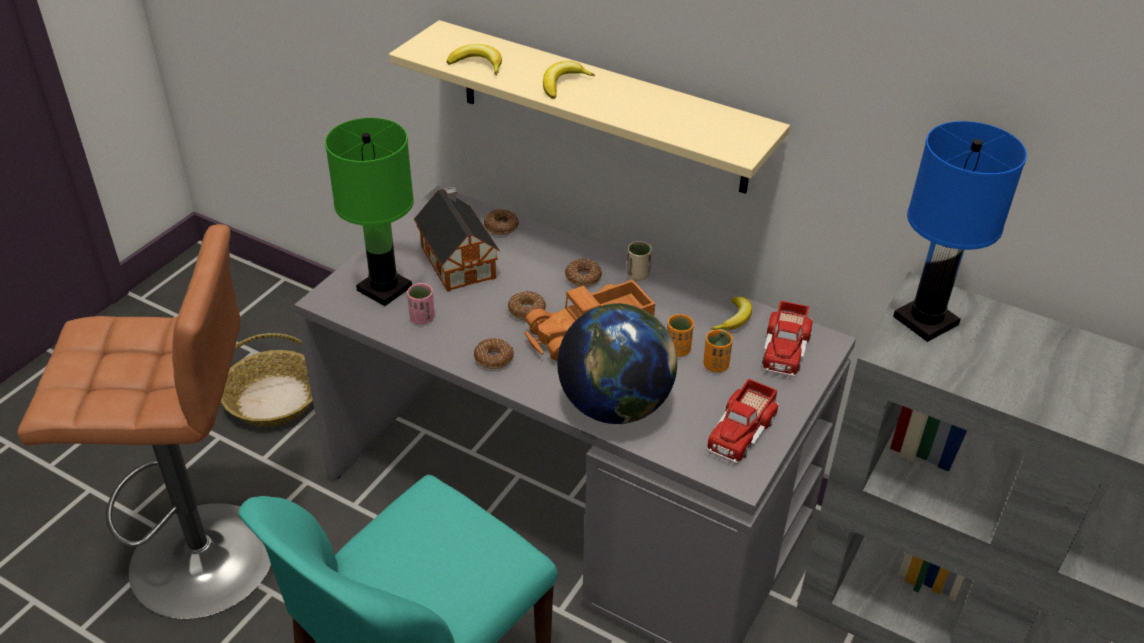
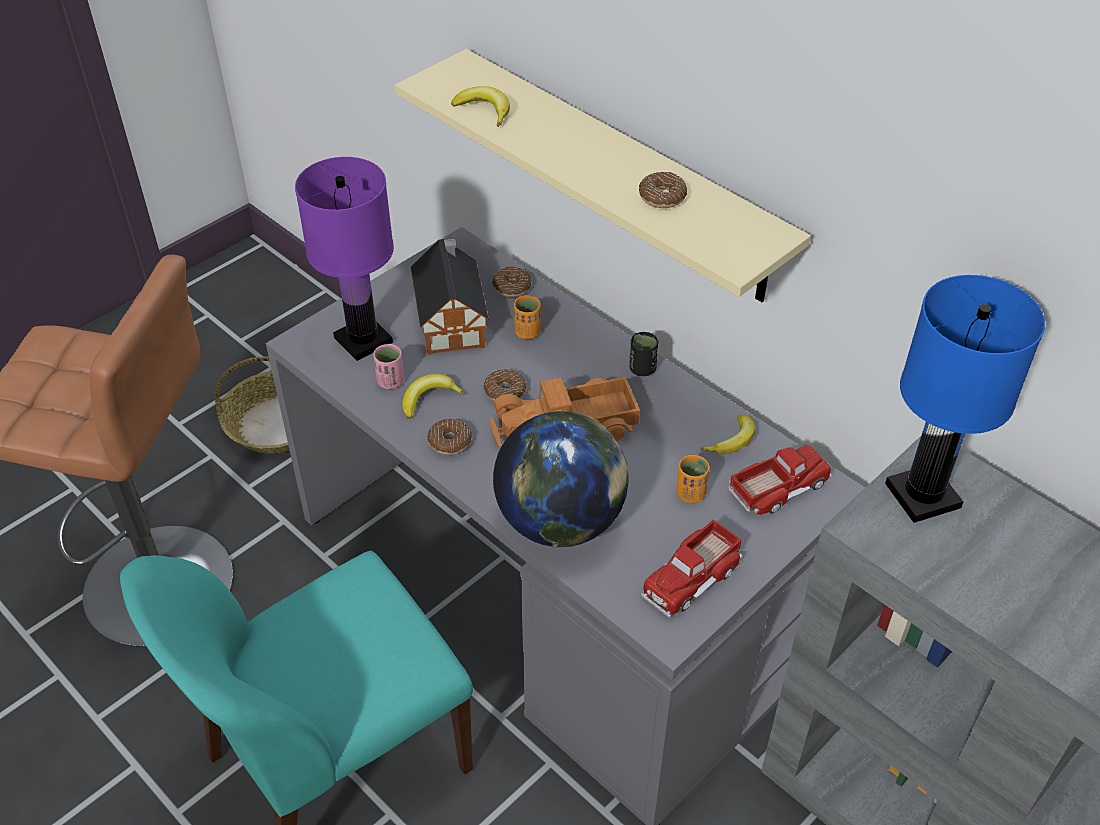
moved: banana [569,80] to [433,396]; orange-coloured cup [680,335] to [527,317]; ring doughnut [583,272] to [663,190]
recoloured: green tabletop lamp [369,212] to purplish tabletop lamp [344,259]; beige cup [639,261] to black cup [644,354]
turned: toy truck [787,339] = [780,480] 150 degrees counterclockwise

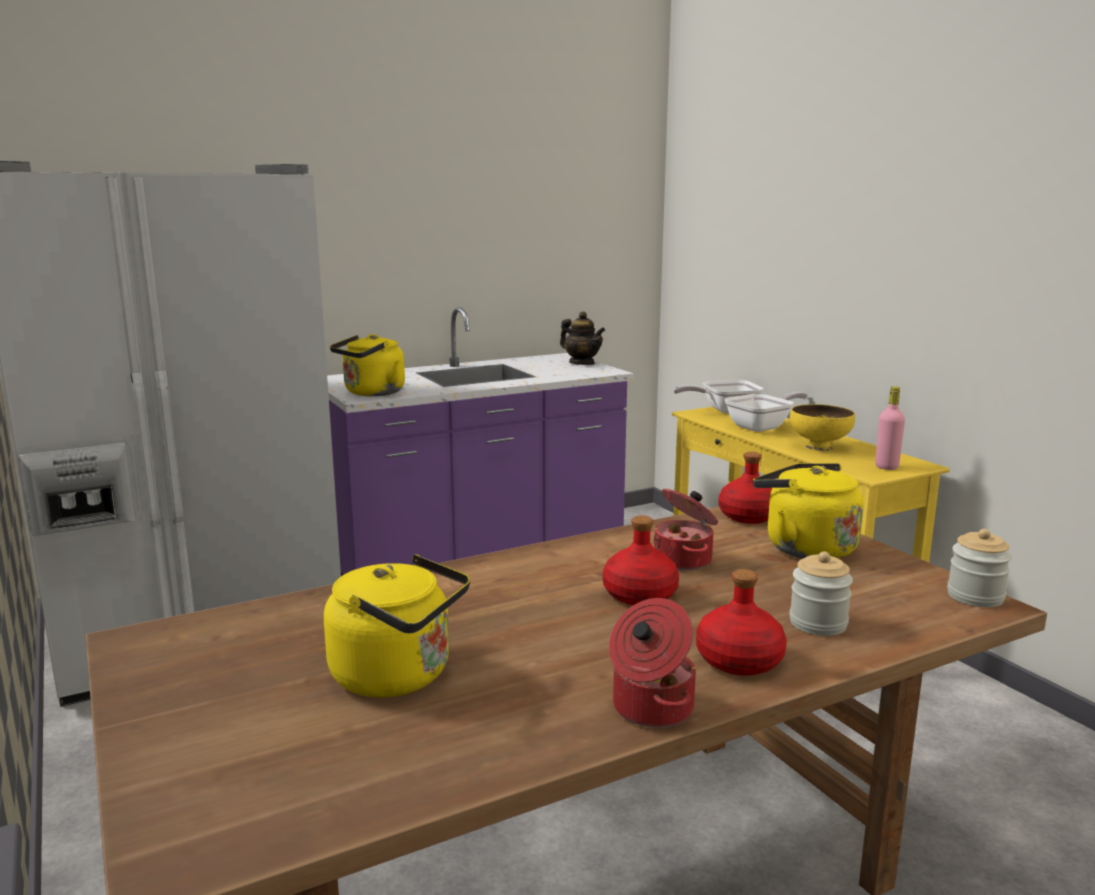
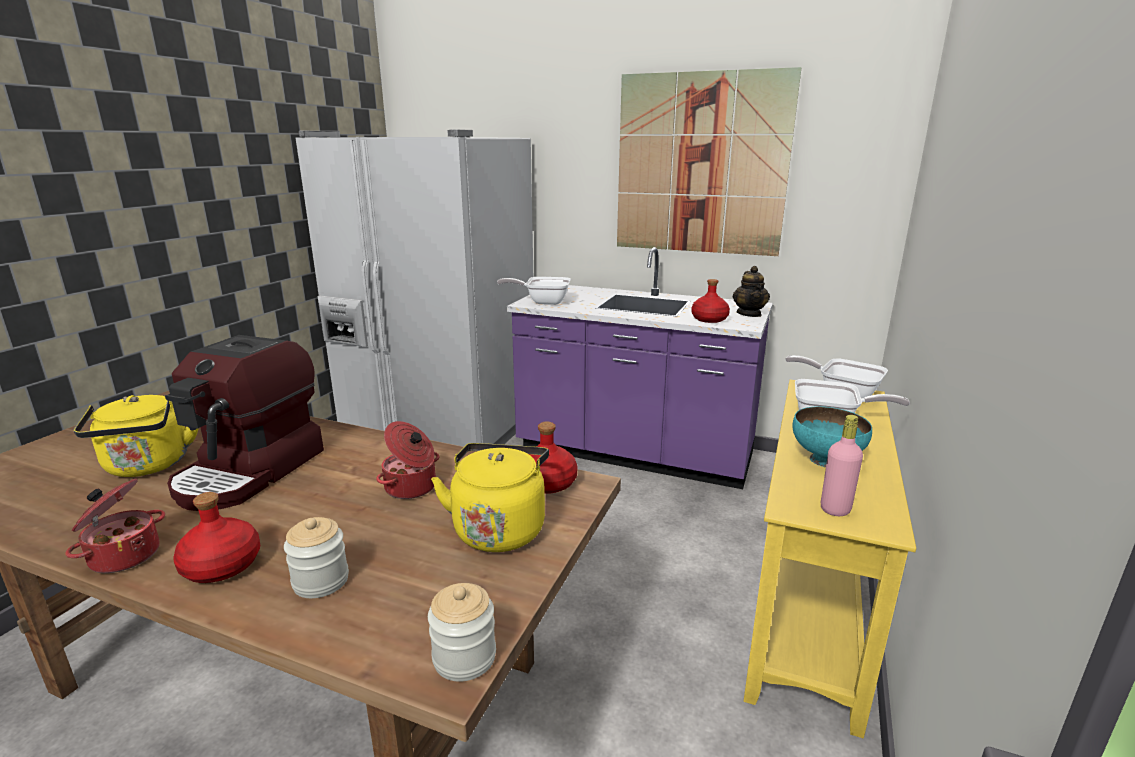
added: coffee machine [244,423]; wall picture [709,161]
moved: red-coloured bottle [641,560] to [710,301]
replaced: yellowish water kettle [367,365] to skillet [534,291]
recoloured: yellowish deep dish [822,427] to turquoise deep dish [832,436]

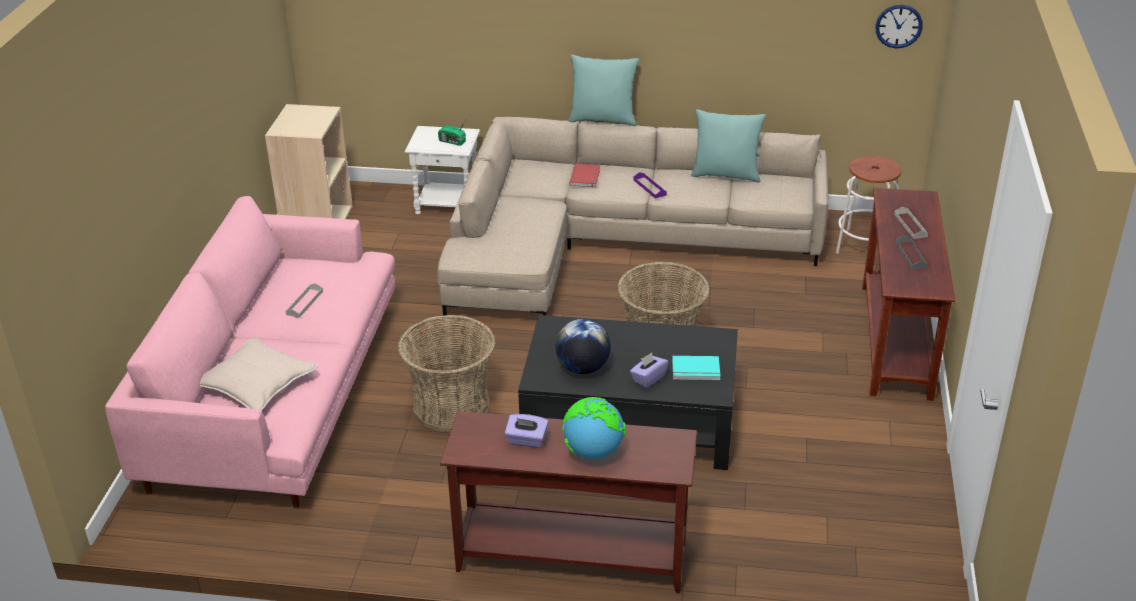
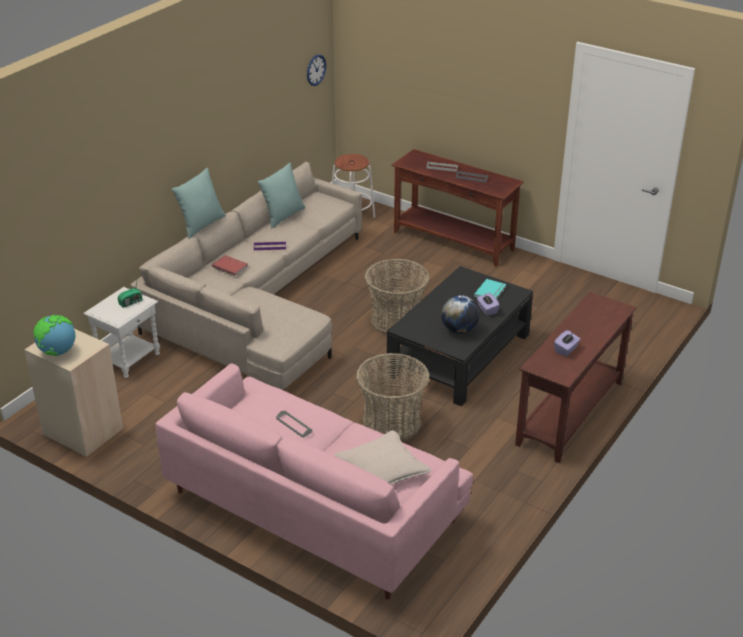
moved: world globe [594,428] to [54,335]

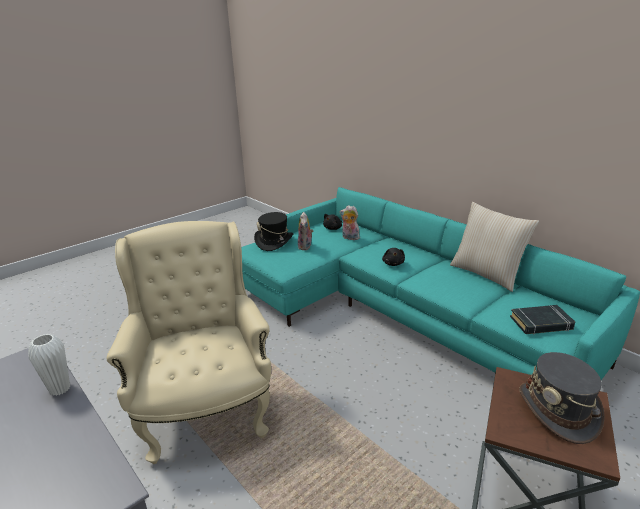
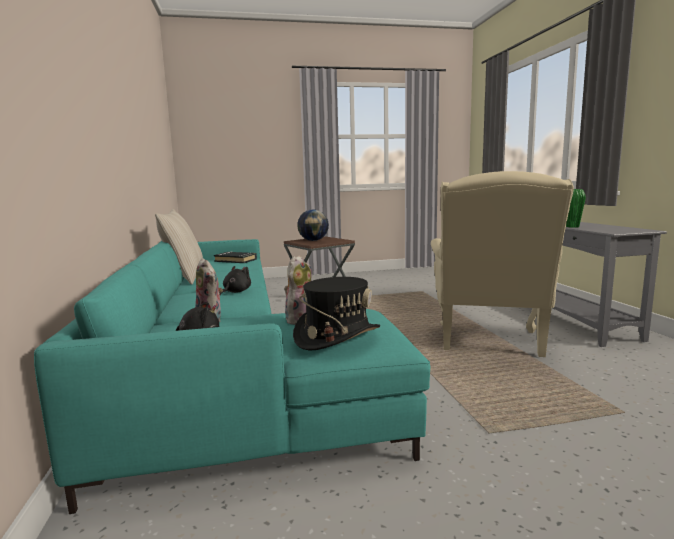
replaced: grey hat [562,398] to world globe [313,225]
recoloured: white-coloured vase [49,365] to green vase [576,208]

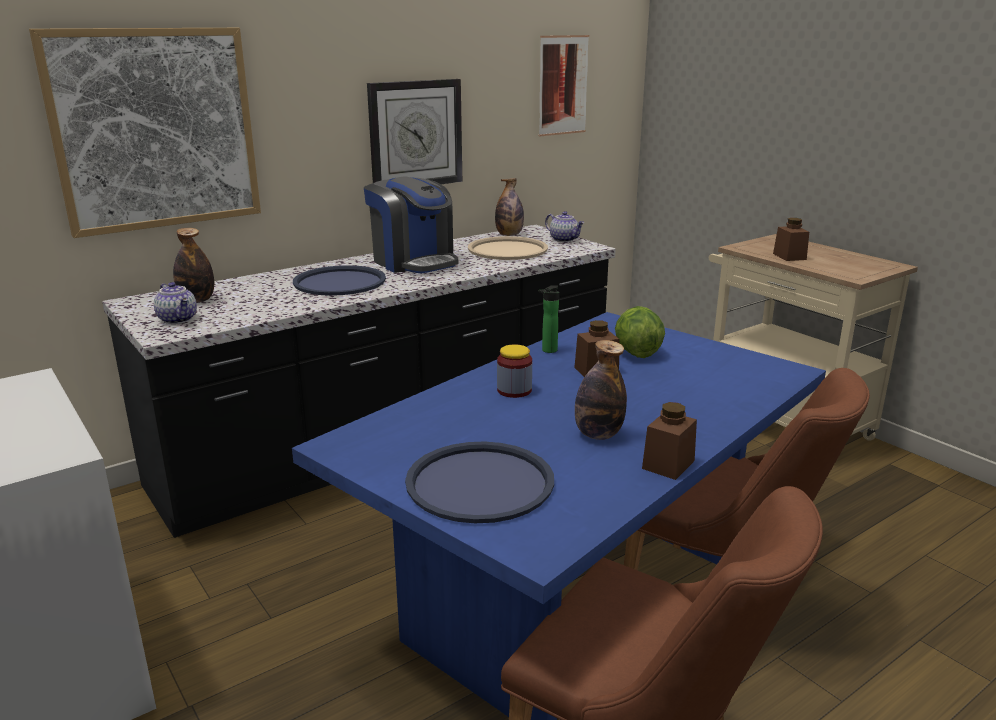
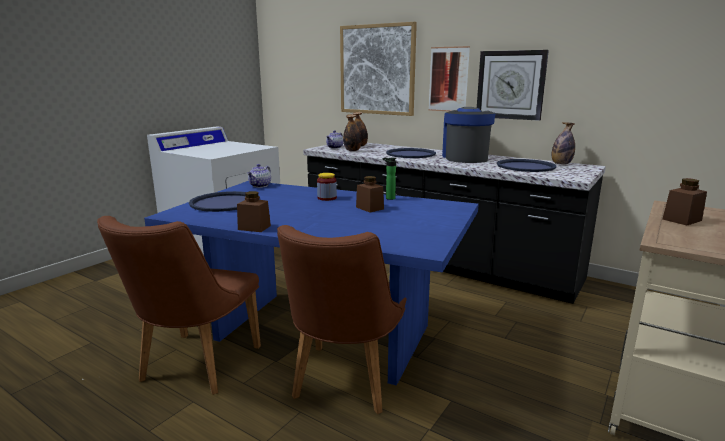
removed: head of lettuce [640,332]
moved: tea pot [565,226] to [259,176]; bottle [601,390] to [352,132]; wall picture [563,85] to [449,78]
recoloured: beige serving tray [508,248] to bluish serving tray [527,165]
turned: coffee machine [411,225] = [469,135] 150 degrees clockwise

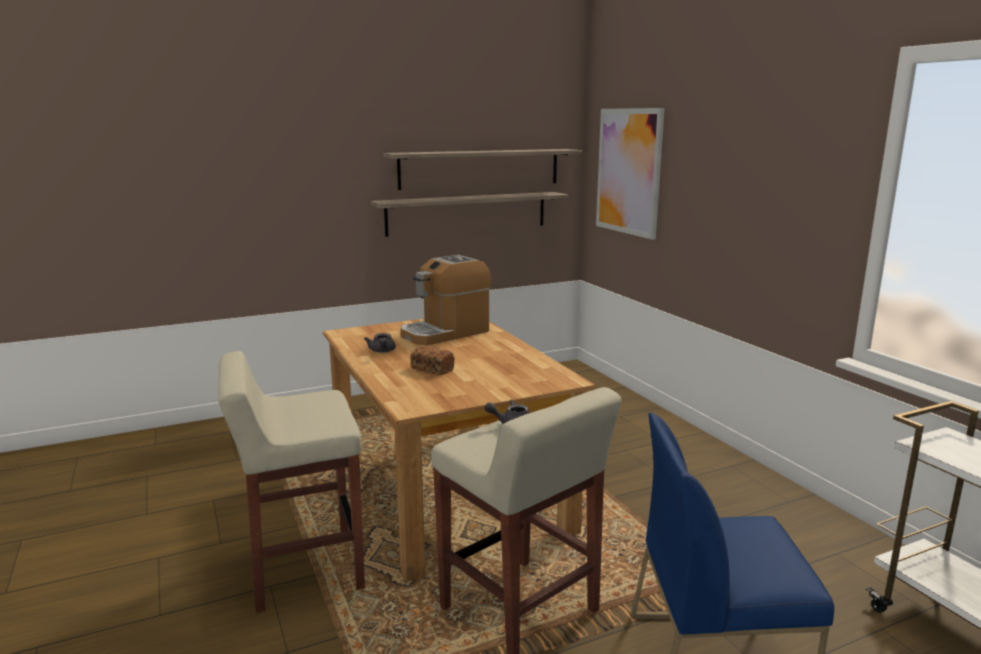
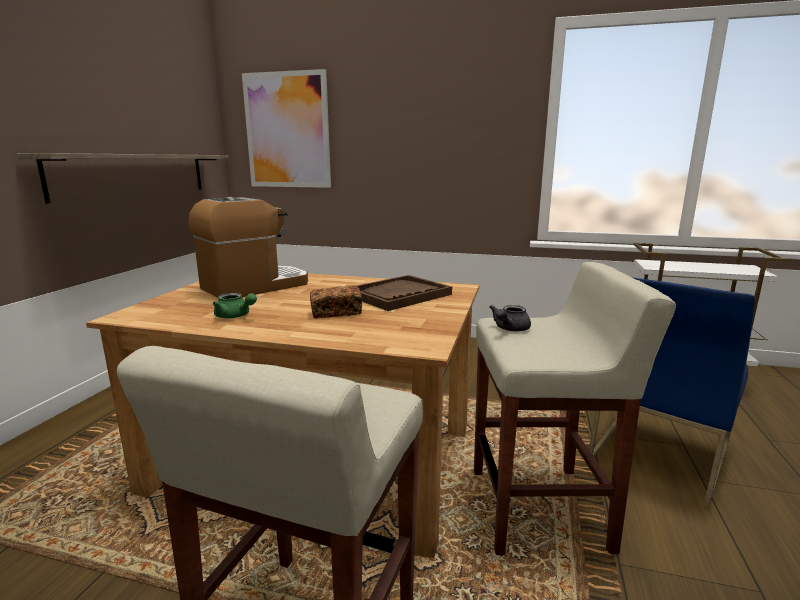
removed: wall shelf [482,169]
added: brown serving tray [404,293]
recoloured: grey tea pot [380,343] to green tea pot [235,306]
turned: coffee machine [445,300] = [248,247] 135 degrees counterclockwise

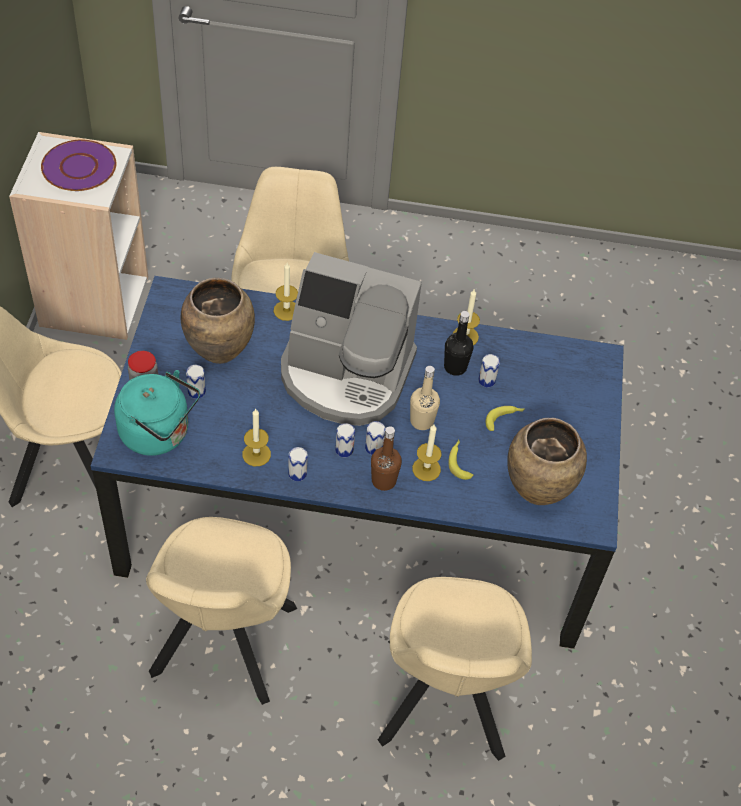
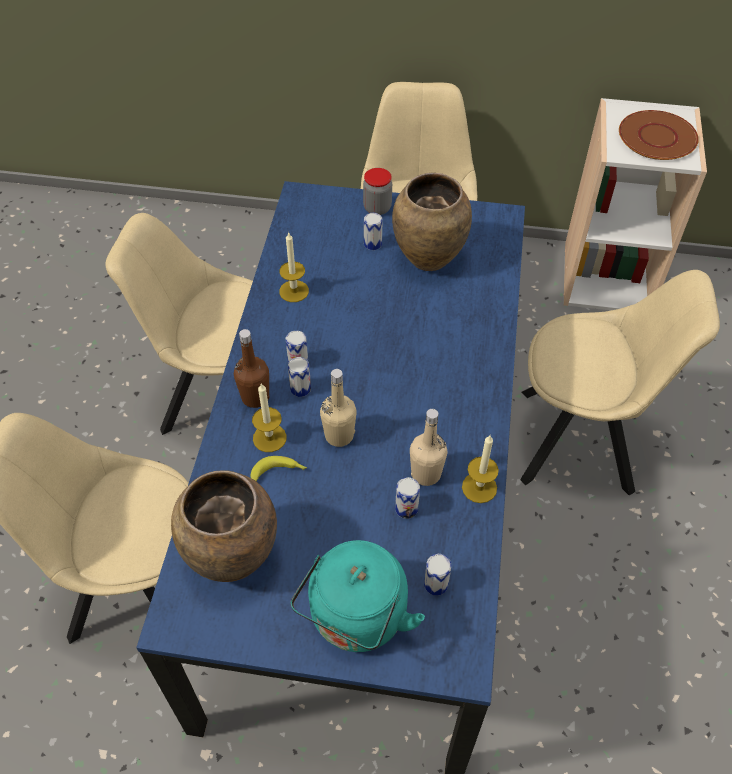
removed: wax light [286,292]; coffee machine [351,339]; banana [505,418]
moved: turquoise water kettle [157,413] to [358,596]; sealed can [298,464] to [437,575]
recoloured: black bottle [459,343] to beige bottle [428,447]; purplish dinner plate [79,165] to brown dinner plate [659,135]

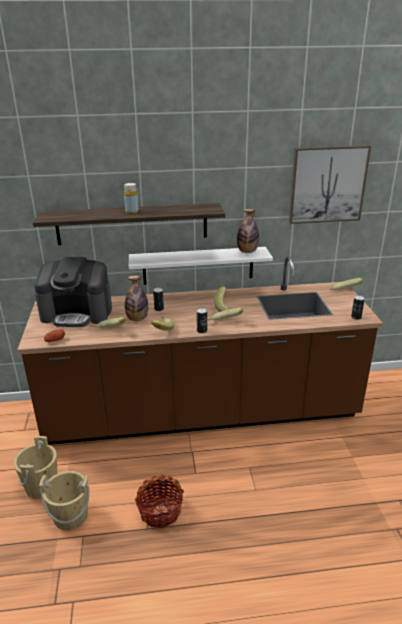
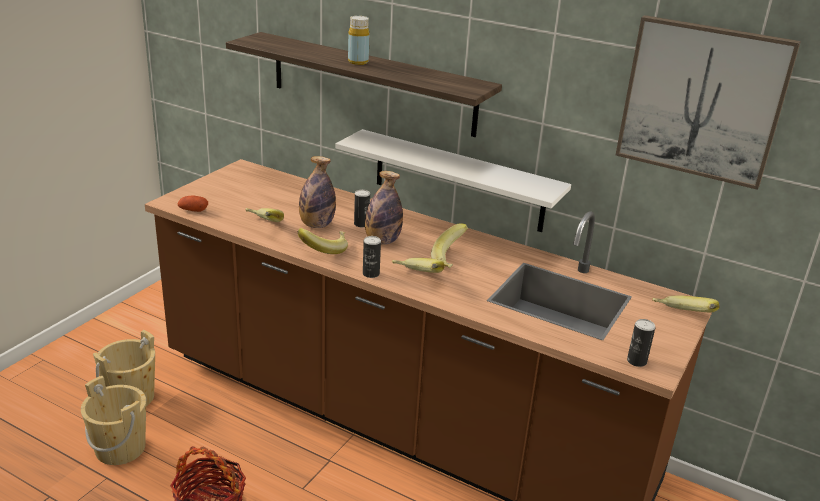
removed: coffee machine [73,292]
moved: bottle [248,231] to [384,208]

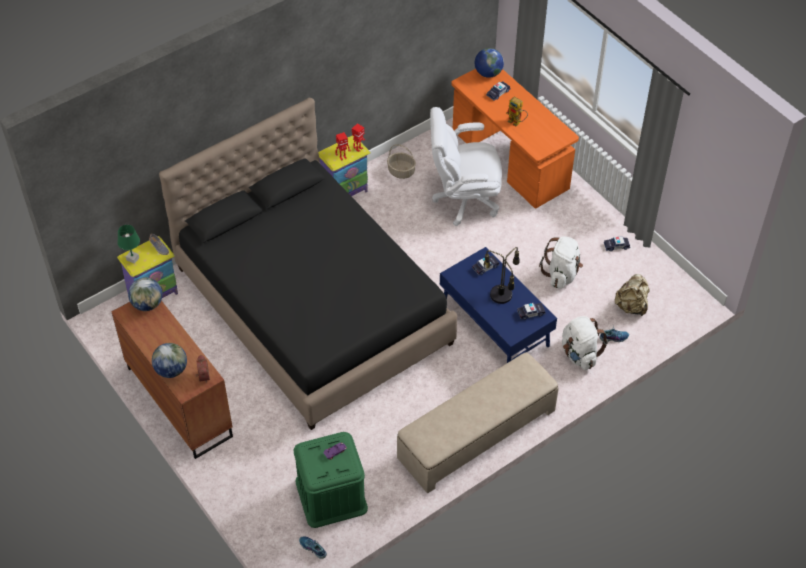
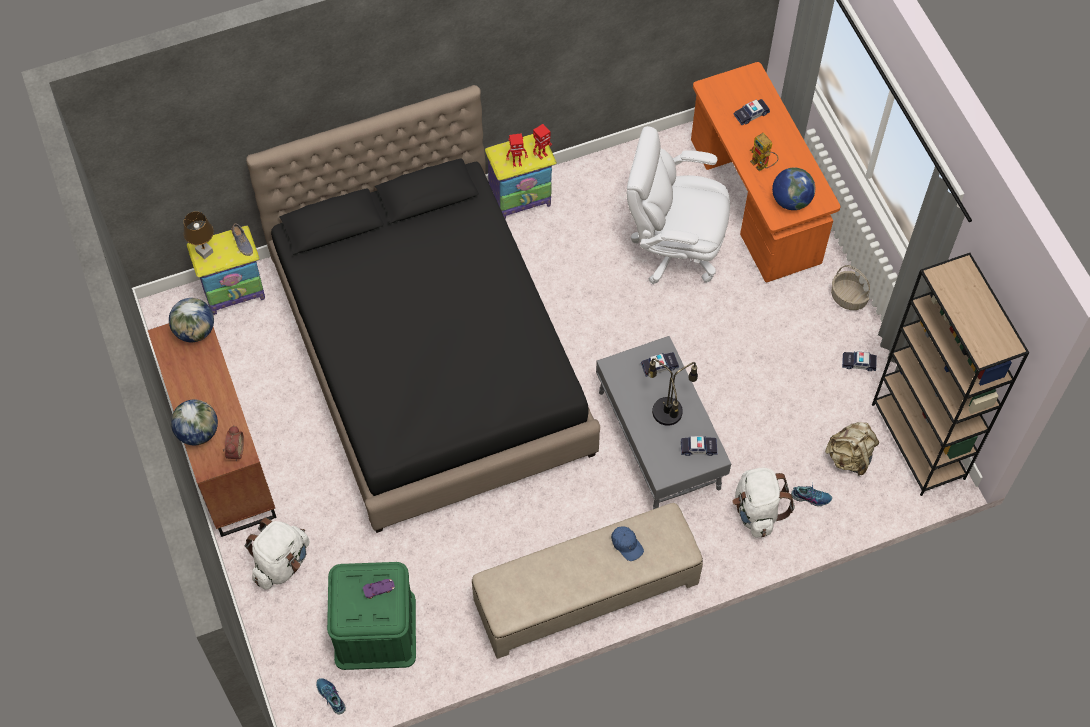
added: bluish cap [627,543]; beige bookshelf [950,374]
moved: white-coloured rucksack [561,262] to [277,553]; world globe [489,63] to [793,188]; storage basket [401,161] to [850,287]
recoloured: green tabletop lamp [128,244] to brown tabletop lamp [199,235]; bluish low table [498,305] to grey low table [663,422]

